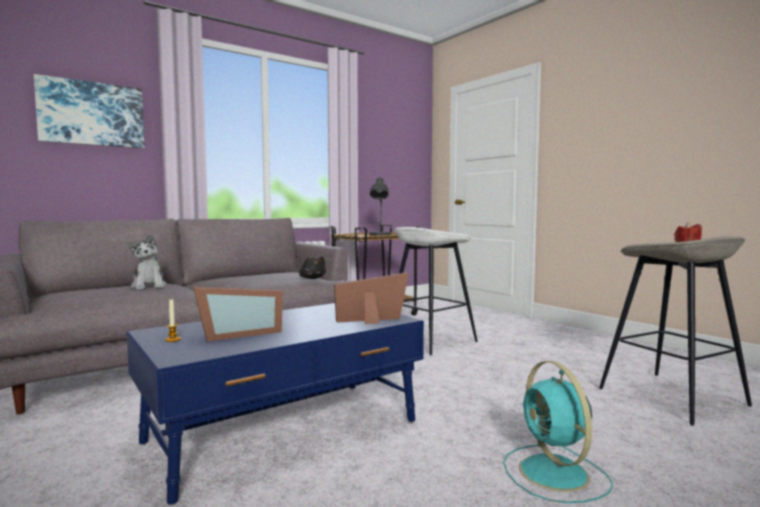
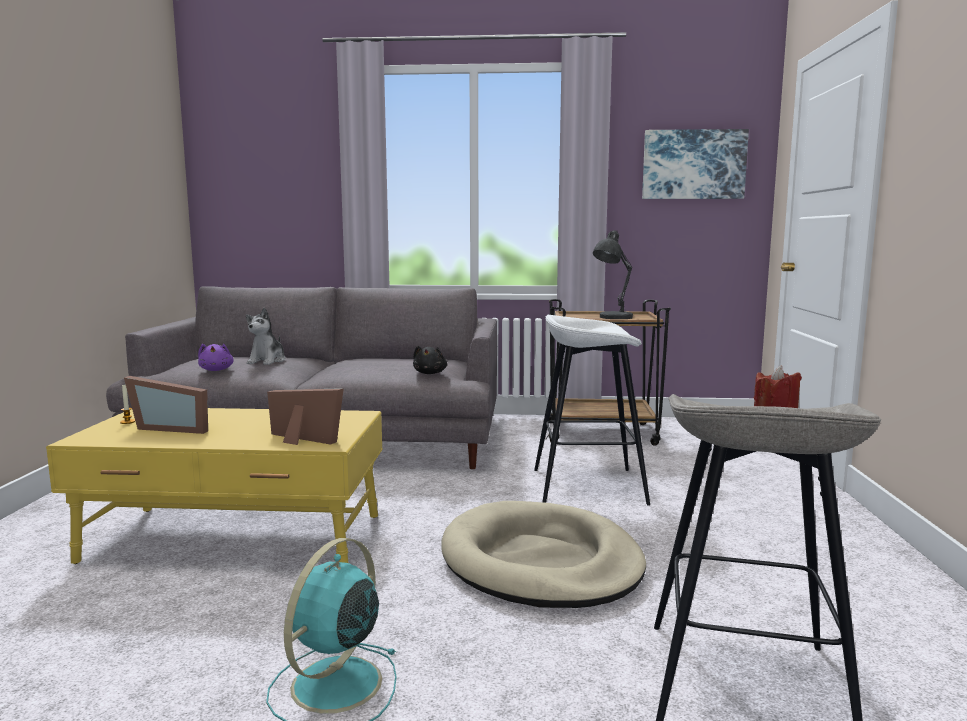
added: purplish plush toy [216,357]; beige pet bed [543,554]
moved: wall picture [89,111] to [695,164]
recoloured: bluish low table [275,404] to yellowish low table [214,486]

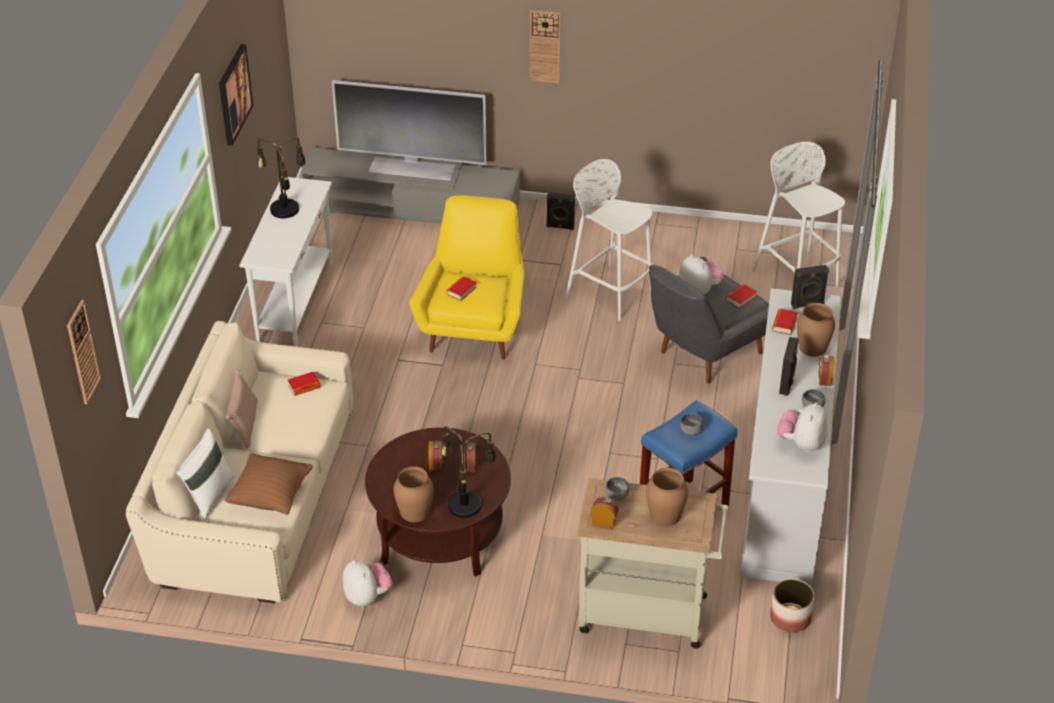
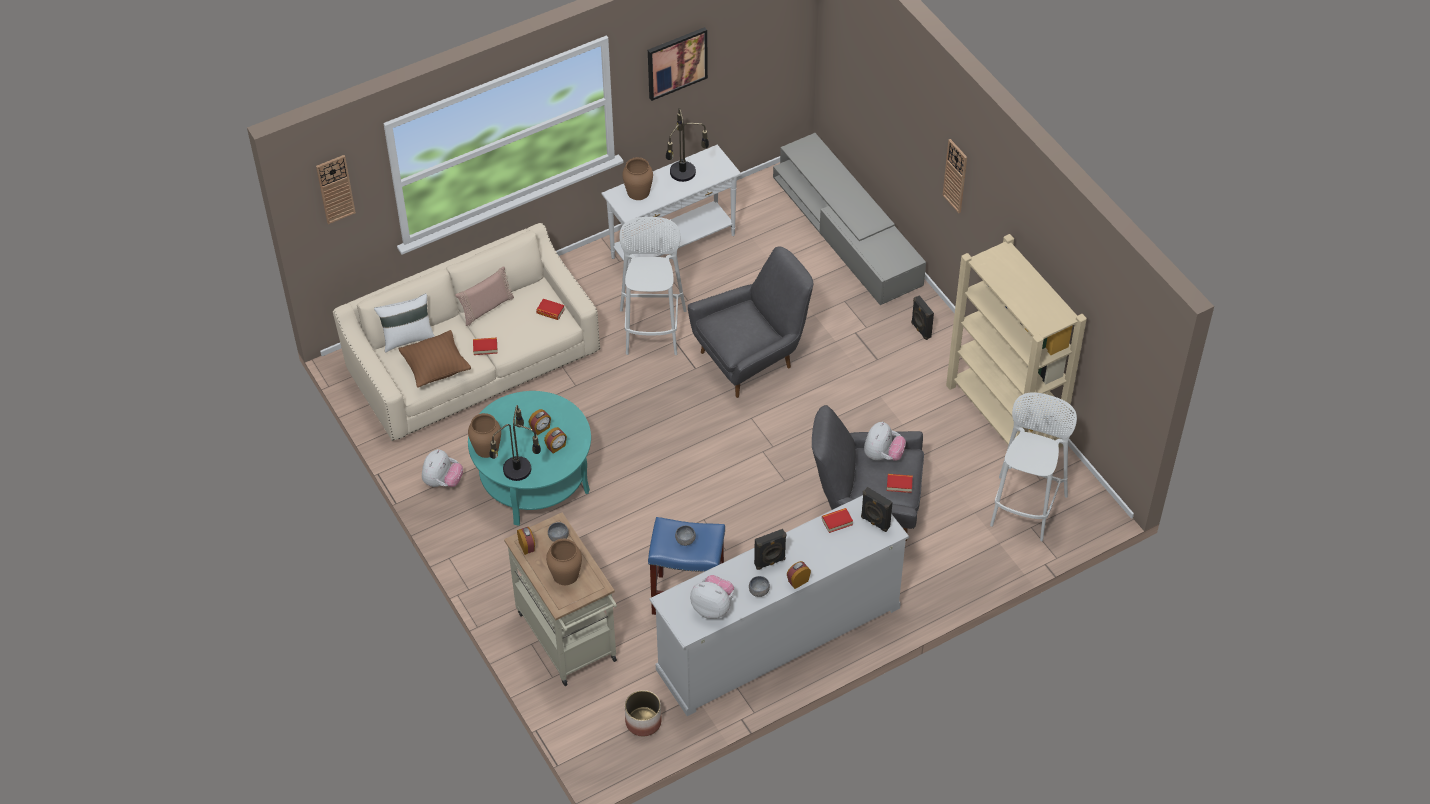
removed: TV [409,130]
added: beige bookshelf [1016,341]
moved: volume [462,288] to [485,346]; white-coloured stool seat [608,240] to [653,286]; brown vase [816,330] to [637,178]
recoloured: brown low table [438,502] to turquoise low table [529,458]; yellowish armchair [466,277] to grey armchair [750,322]
turned: plush toy [802,427] = [712,597] 45 degrees clockwise

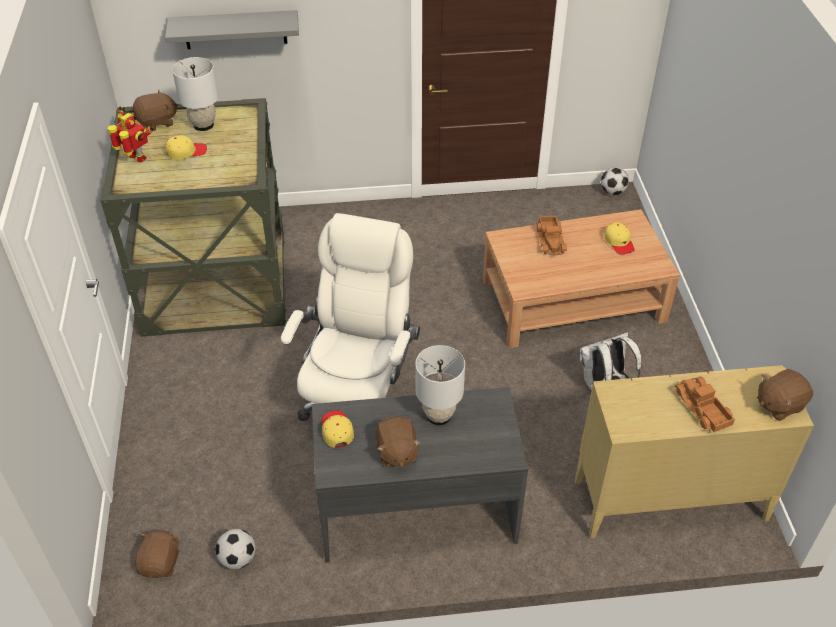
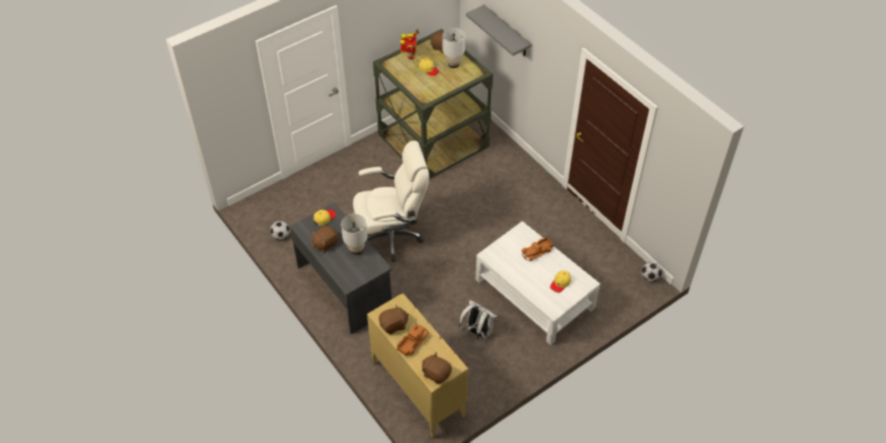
moved: brown plush toy [157,554] to [394,319]
recoloured: brown low table [581,278] to white-coloured low table [537,283]

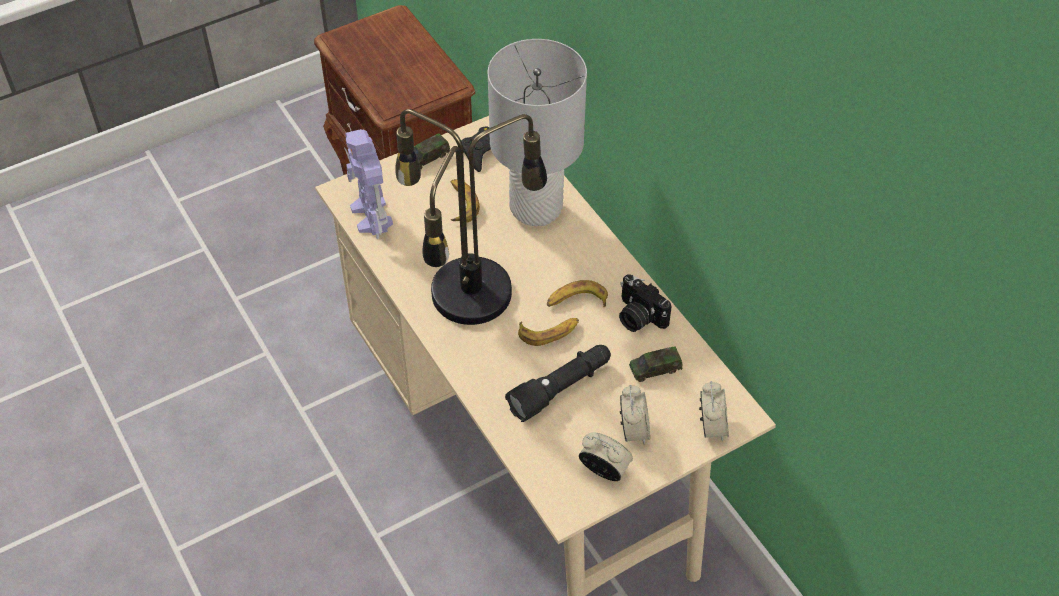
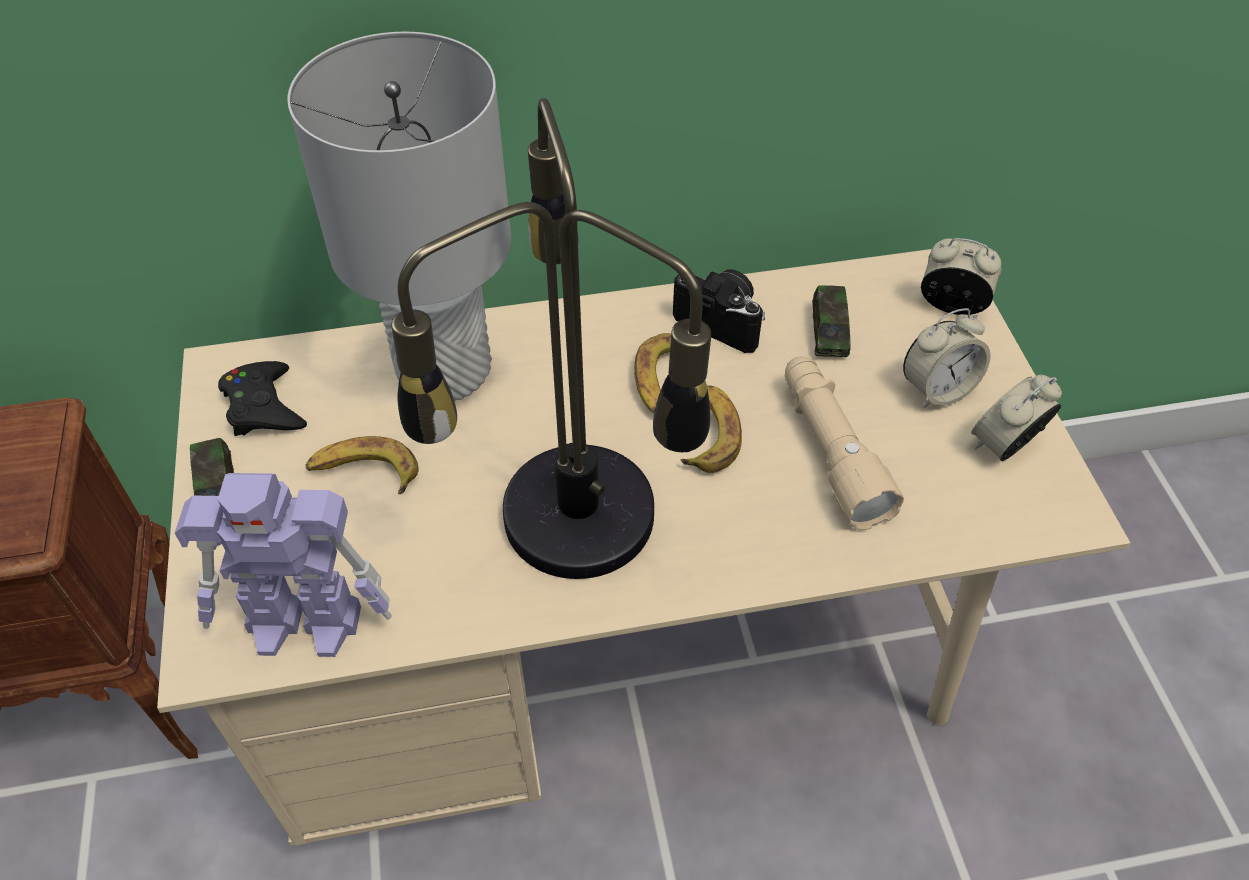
recoloured: black flashlight [558,383] to beige flashlight [844,443]
turned: photo camera [645,303] = [719,311] 120 degrees counterclockwise; bedside clock [635,415] = [947,358] 135 degrees clockwise

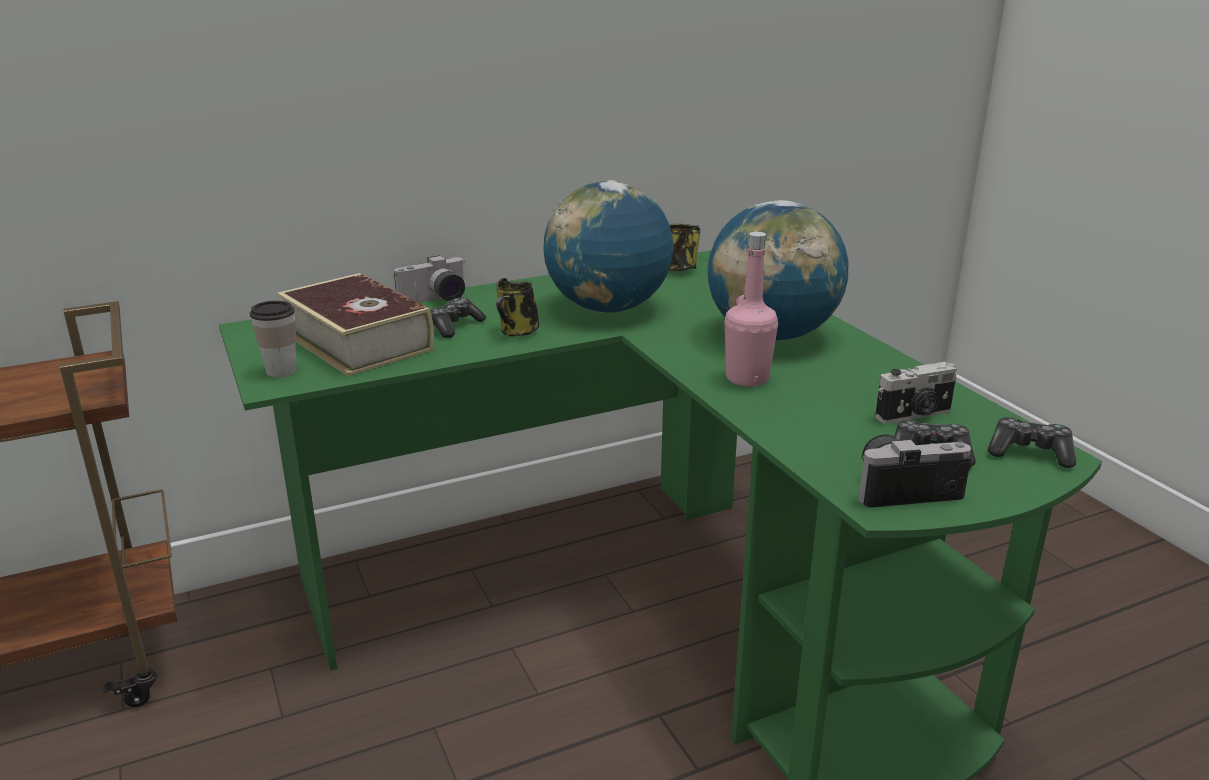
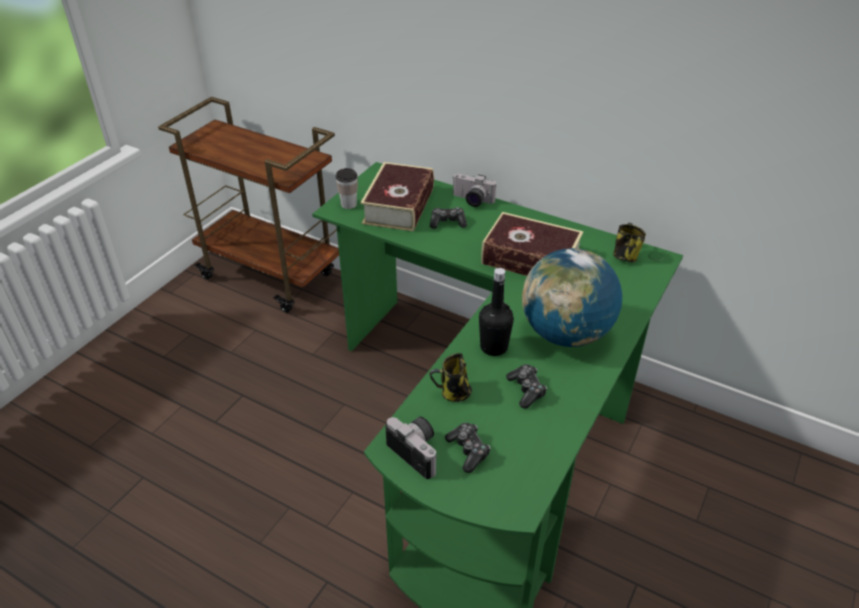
removed: photo camera [916,393]
moved: coffee mug [518,307] to [450,377]; game controller [1032,442] to [526,386]
replaced: world globe [608,246] to volume [532,244]
recoloured: pink bottle [751,309] to black bottle [496,312]

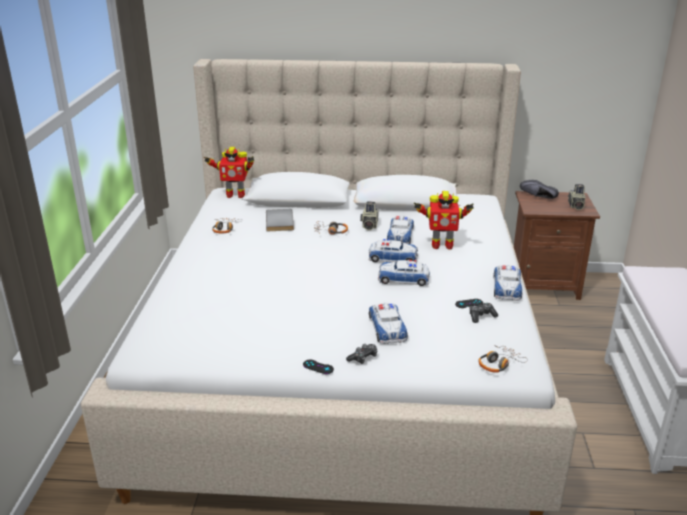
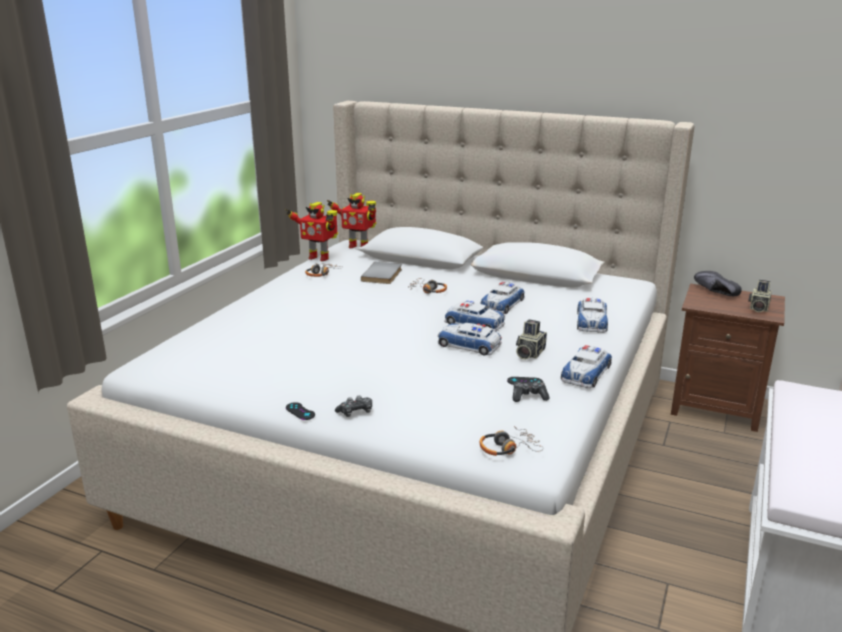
moved: model robot [443,220] to [312,231]; photo camera [369,215] to [531,339]; miniature car [388,323] to [592,315]

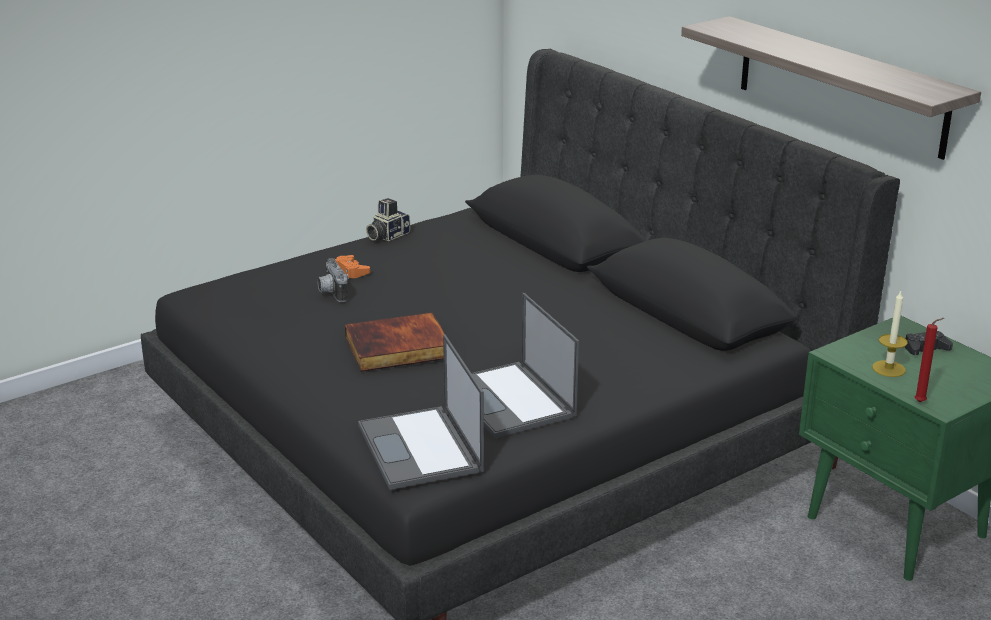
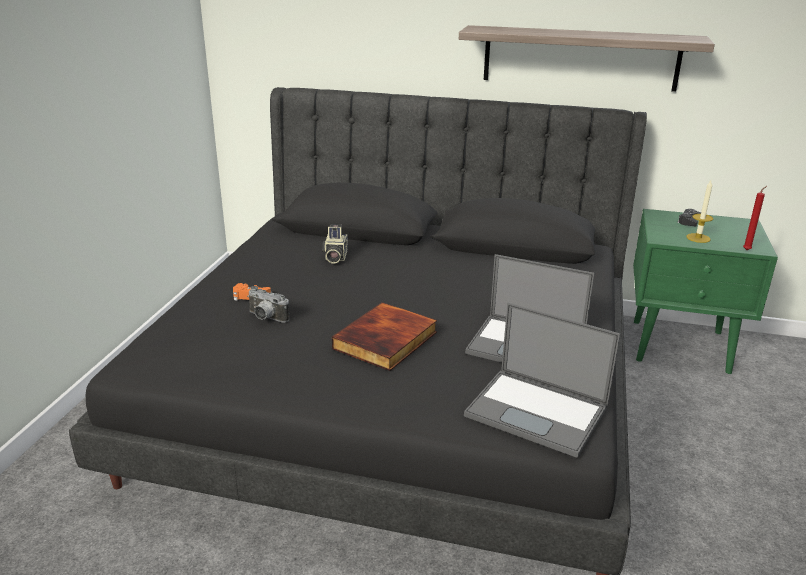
moved: photo camera [388,219] to [335,244]

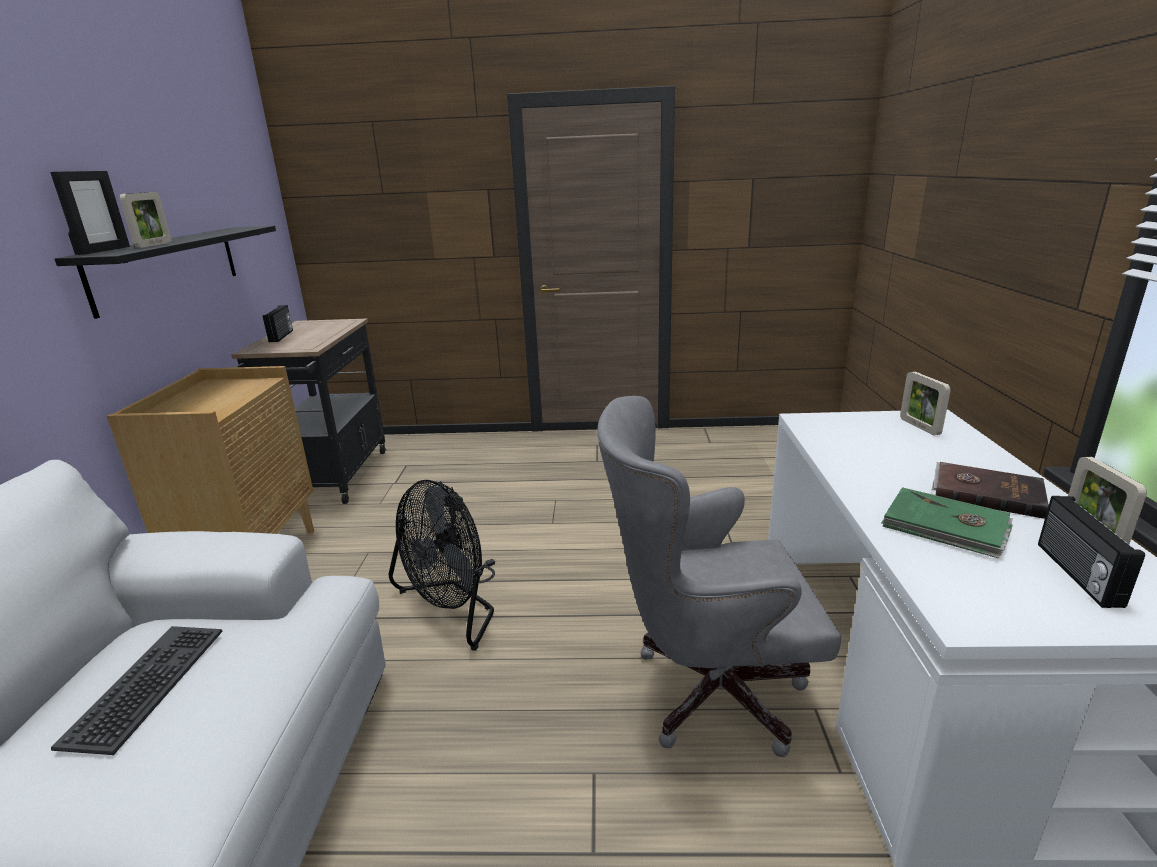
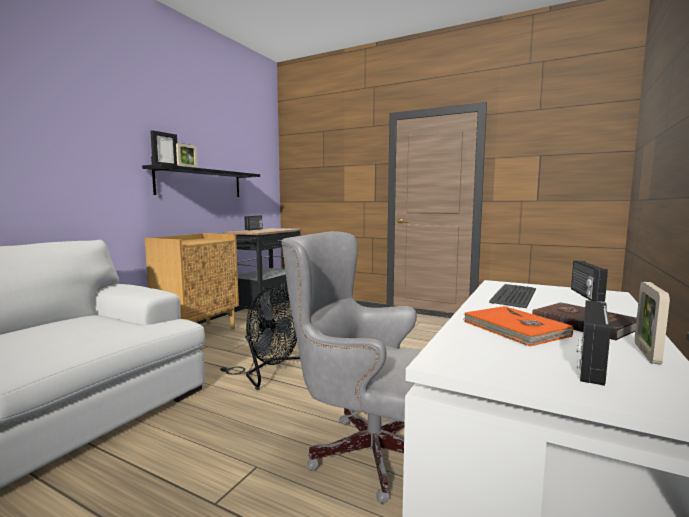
moved: computer keyboard [136,690] to [512,296]
replaced: standing frame [925,403] to radio receiver [589,281]
recoloured: green volume [947,522] to orange-coloured volume [518,326]
turned: black fan [442,565] = [260,338] 135 degrees counterclockwise

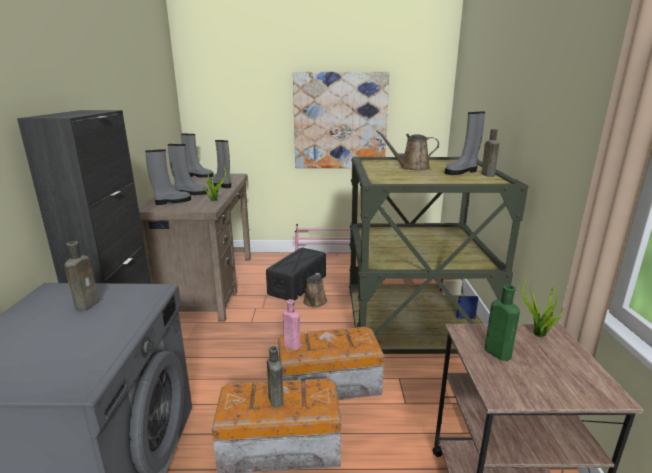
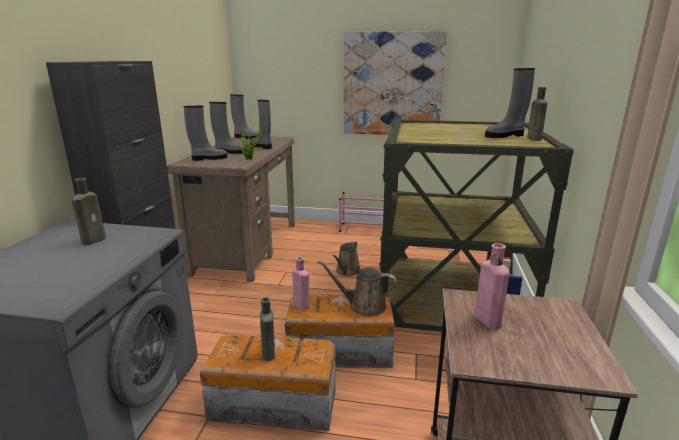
removed: black storage box [296,274]; houseplant [542,303]
moved: brown watering pot [407,150] to [357,288]
recoloured: green bottle [502,323] to pink bottle [492,286]

